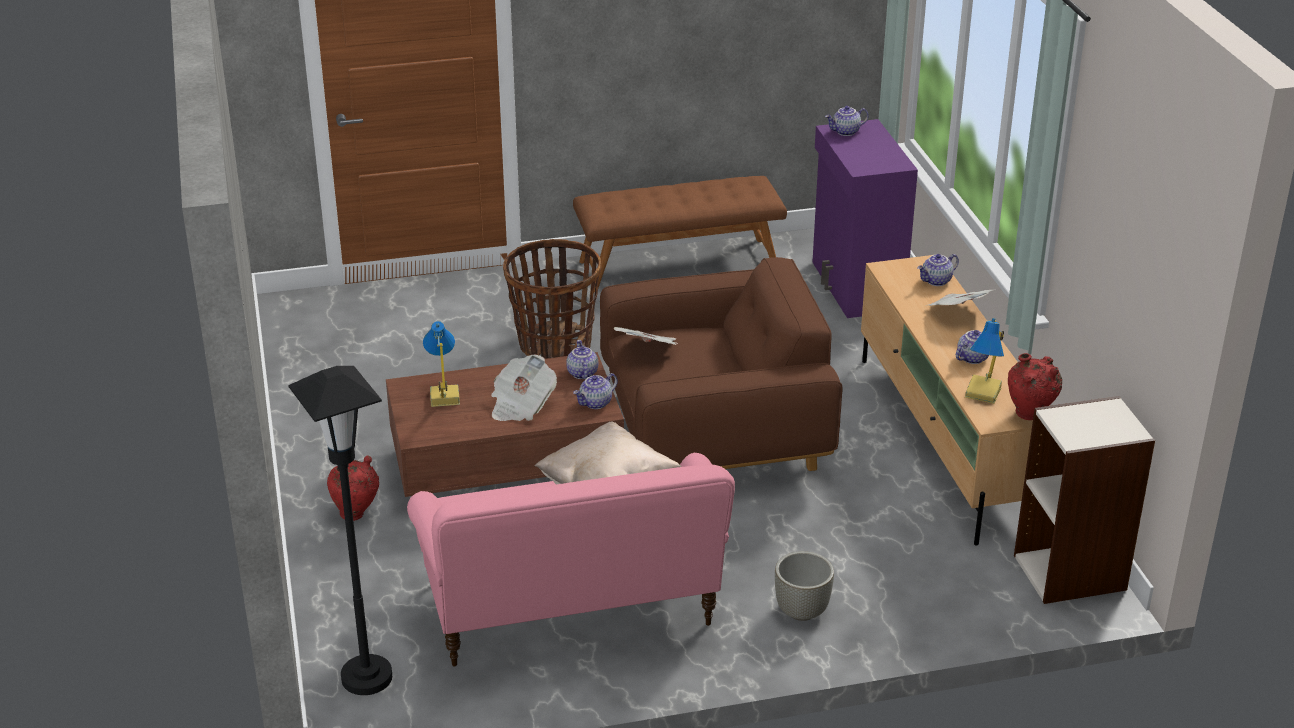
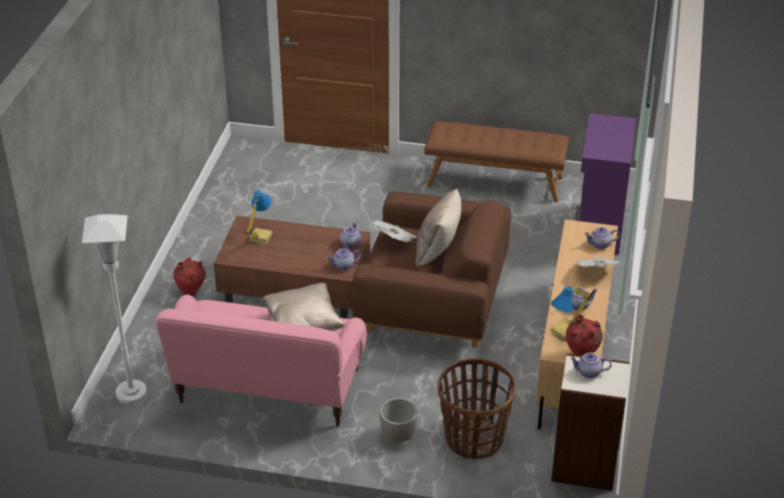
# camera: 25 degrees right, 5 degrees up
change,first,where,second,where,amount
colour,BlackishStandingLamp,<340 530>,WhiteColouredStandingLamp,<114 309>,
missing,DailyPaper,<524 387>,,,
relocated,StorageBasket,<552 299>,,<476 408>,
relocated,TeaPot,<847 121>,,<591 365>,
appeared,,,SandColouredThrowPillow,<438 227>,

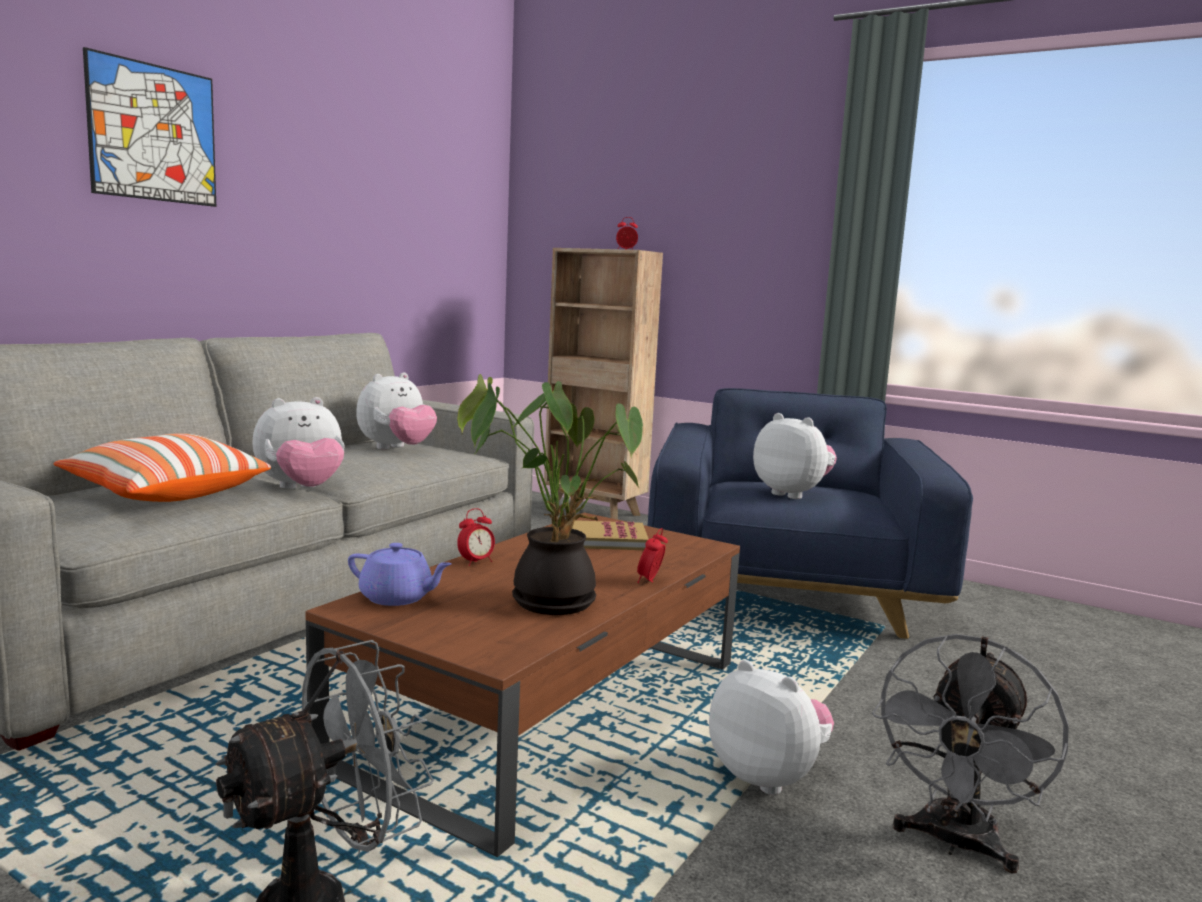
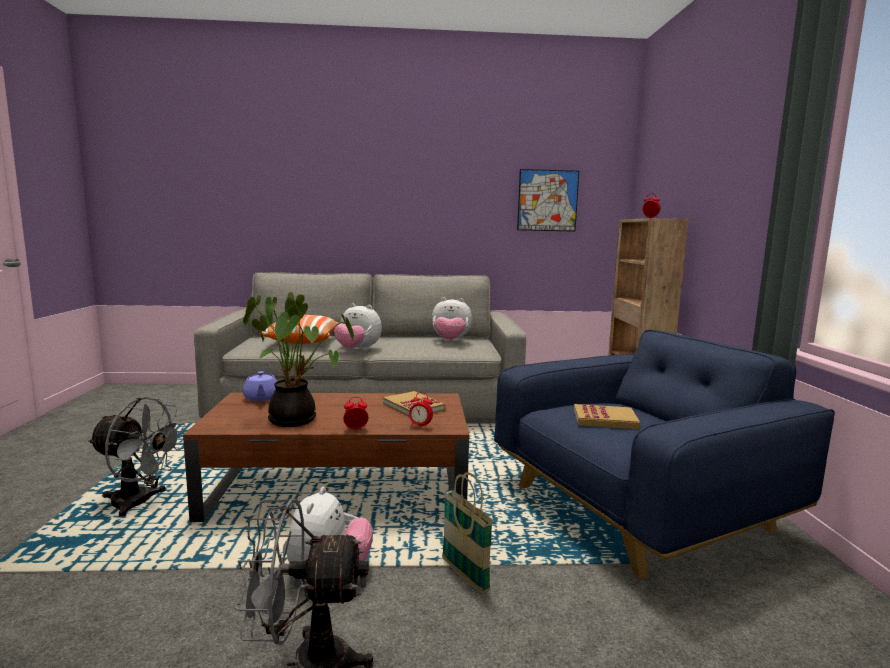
# camera: 55 degrees right, 0 degrees up
change,first,where,second,where,amount
relocated,WallArt,<149 127>,,<548 200>,
relocated,TableClock,<476 537>,,<421 410>,
exchanged,CuddlyToy,<795 456>,Book,<607 416>,
appeared,,,StorageBasket,<467 533>,

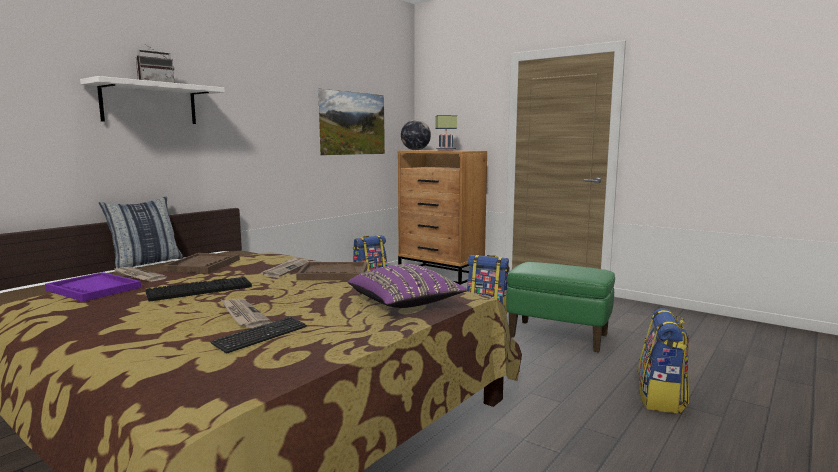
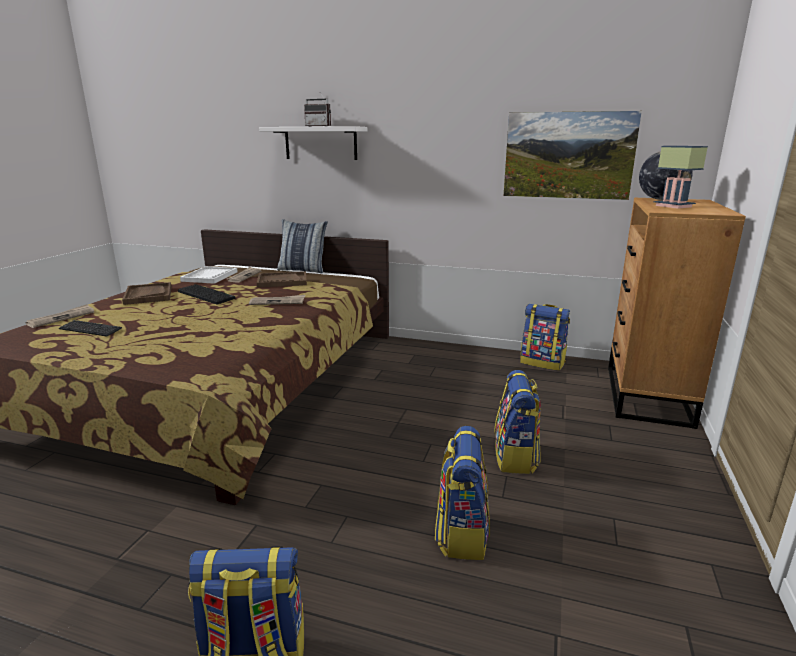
# camera: 70 degrees right, 10 degrees up
change,first,where,second,where,amount
colour,PurpleColouredServingTray,<93 287>,WhiteColouredServingTray,<209 275>,
relocated,DailyPaper,<246 313>,,<59 316>,
relocated,BrownishServingTray,<332 271>,,<147 293>,
missing,PurpleColouredThrowPillow,<408 286>,,,
exchanged,GreenColouredFootrest,<560 307>,Knapsack,<462 493>,

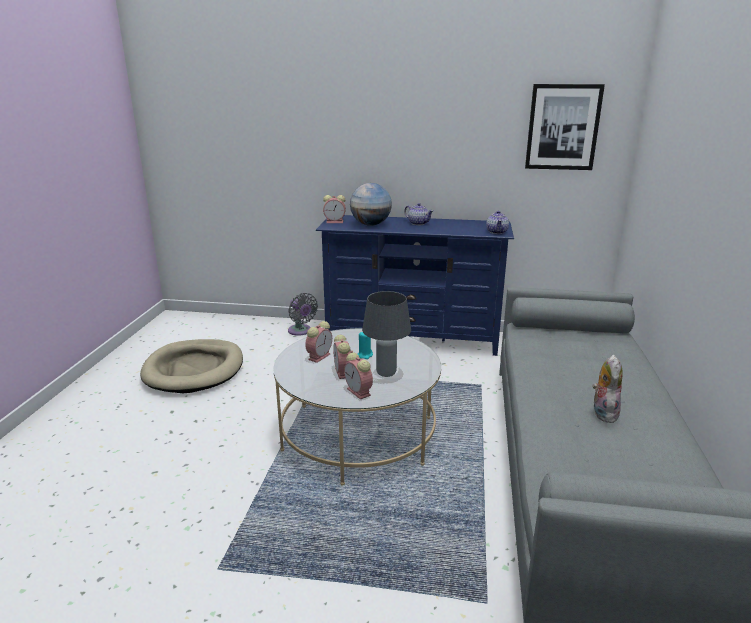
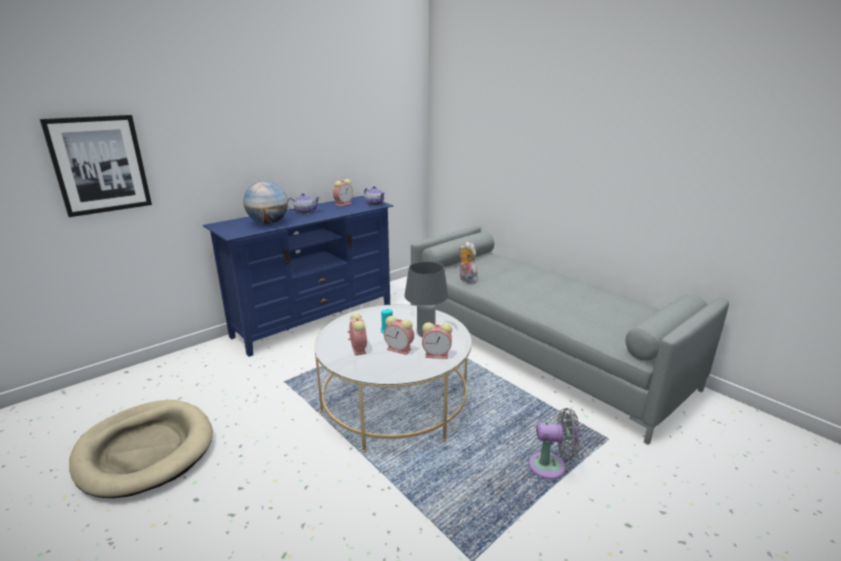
# camera: 50 degrees left, 0 degrees up
change,first,where,second,where,amount
relocated,GreyishFan,<303 314>,,<554 443>,
relocated,TableClock,<334 209>,,<343 193>,
relocated,WallArt,<565 127>,,<96 166>,
relocated,CuddlyToy,<607 389>,,<468 262>,

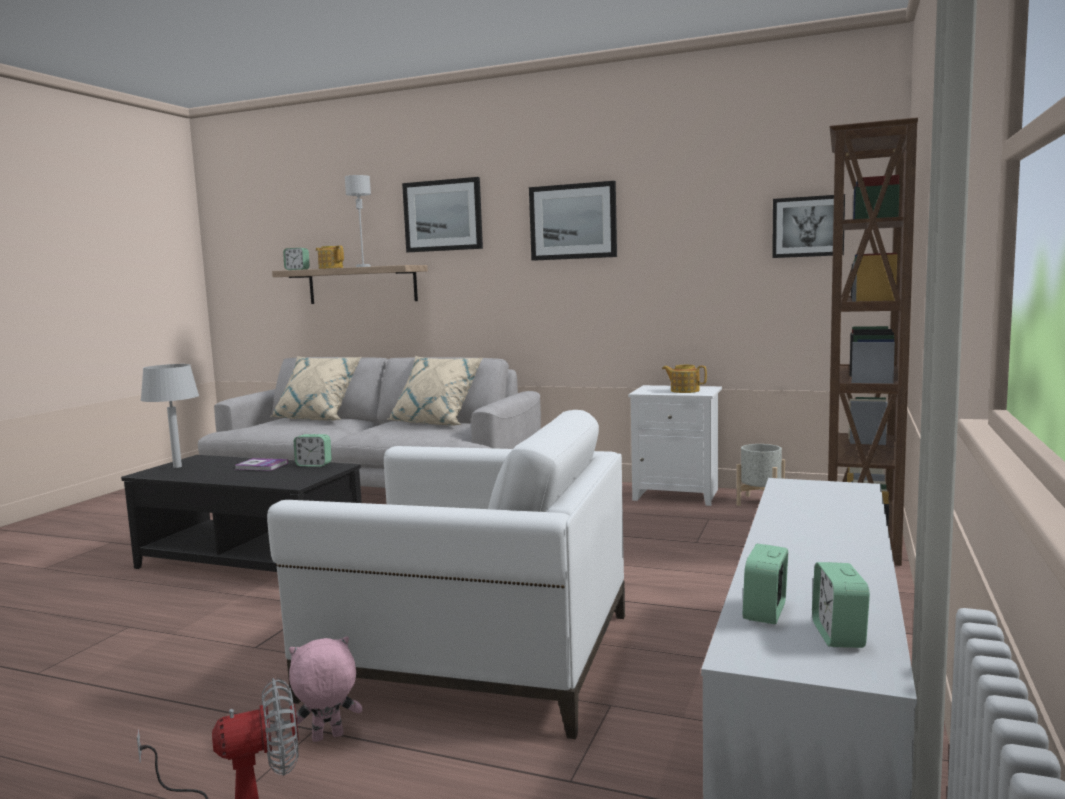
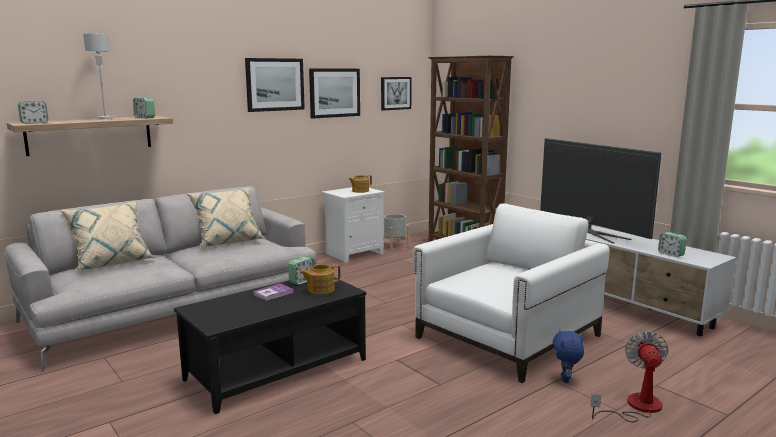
# camera: 60 degrees left, 5 degrees up
change,first,where,second,where,amount
missing,GreyishTabletopLamp,<169 416>,,,
colour,PinkCuddlyToy,<325 689>,BlueColouredCuddlyToy,<568 356>,
relocated,TeaPot,<330 257>,,<320 279>,
relocated,WallArt,<442 214>,,<334 94>,
relocated,TableClock,<841 605>,,<144 108>,
appeared,,,Television,<600 191>,

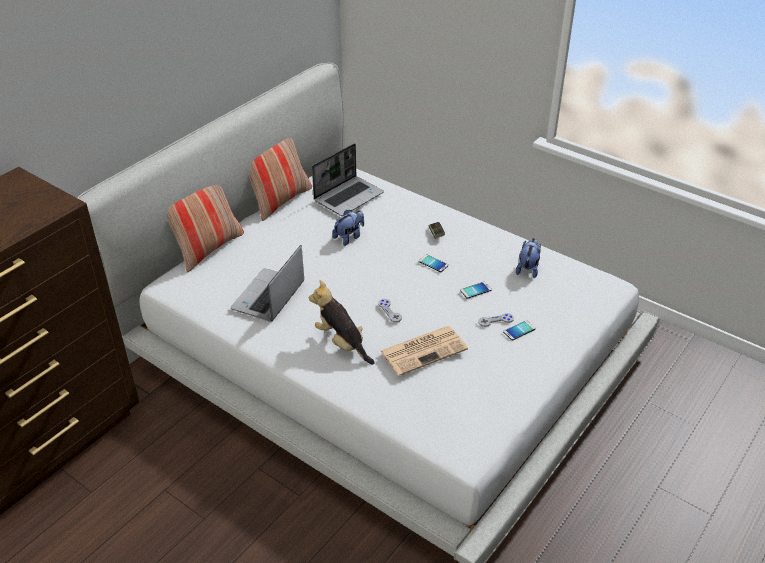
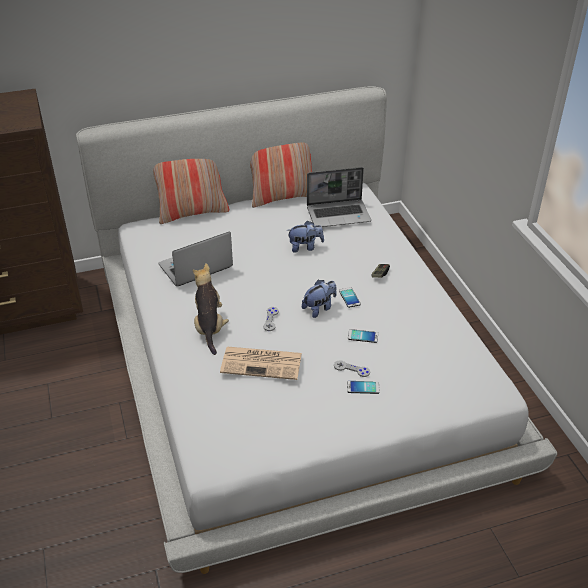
# camera: 35 degrees right, 0 degrees up
change,first,where,second,where,amount
relocated,CuddlyToy,<528 258>,,<319 299>,

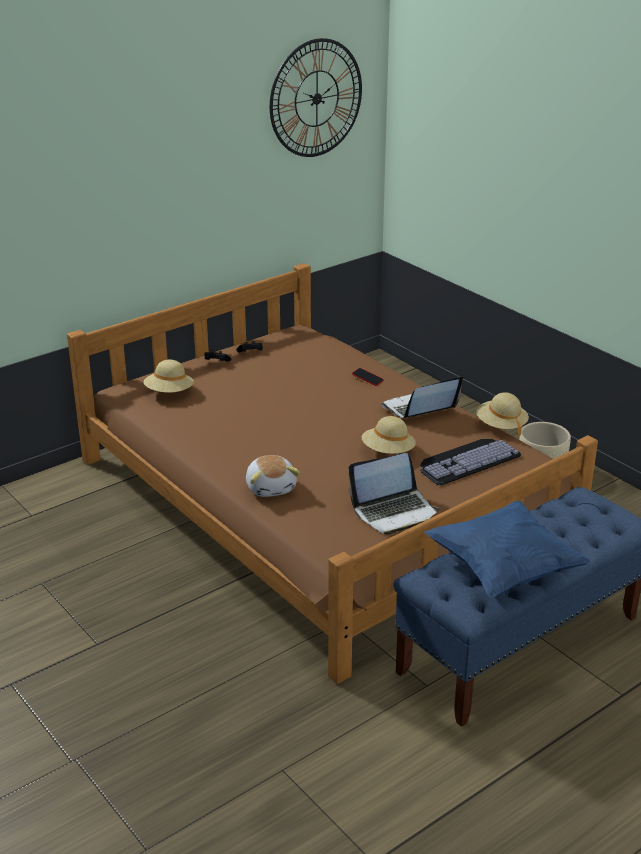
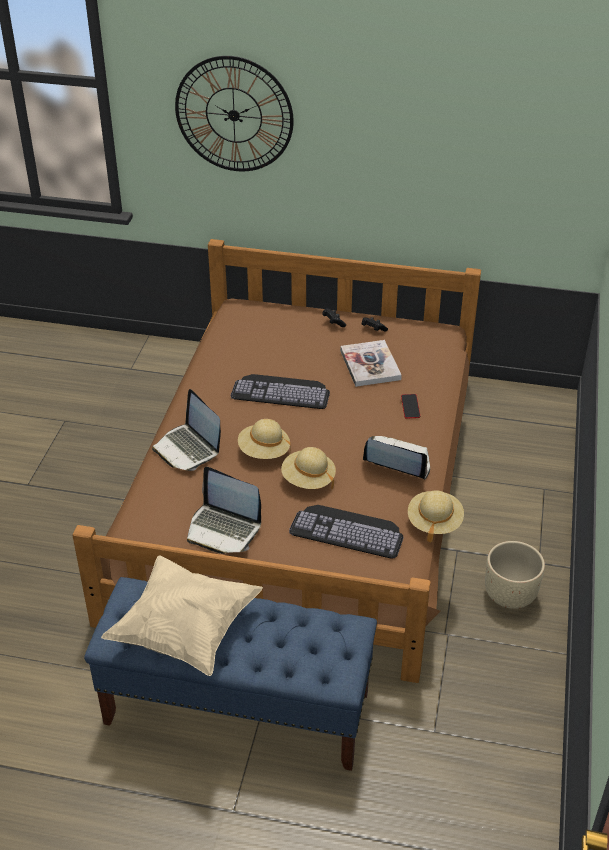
# camera: 50 degrees right, 10 degrees up
change,first,where,second,where,amount
relocated,SandColouredWearableHat,<168 376>,,<264 439>,
exchanged,CuddlyToy,<273 476>,PortableComputer,<186 430>,
relocated,WallClock,<316 97>,,<234 114>,
colour,BlueColouredThrowPillow,<508 549>,SandColouredThrowPillow,<182 615>,
appeared,,,Keyboard,<280 391>,
appeared,,,Book,<371 363>,

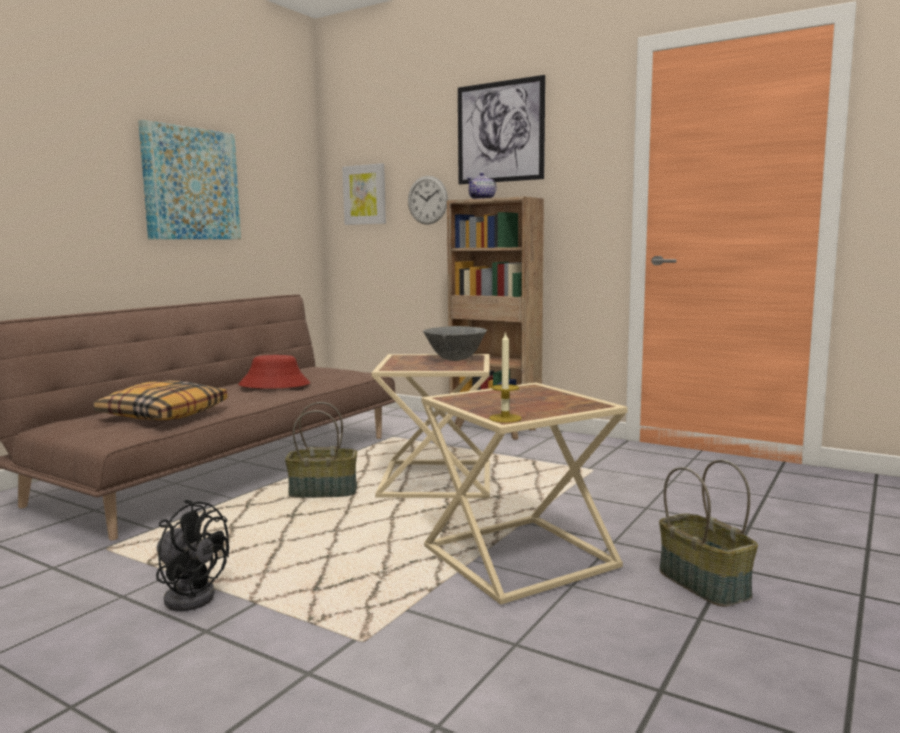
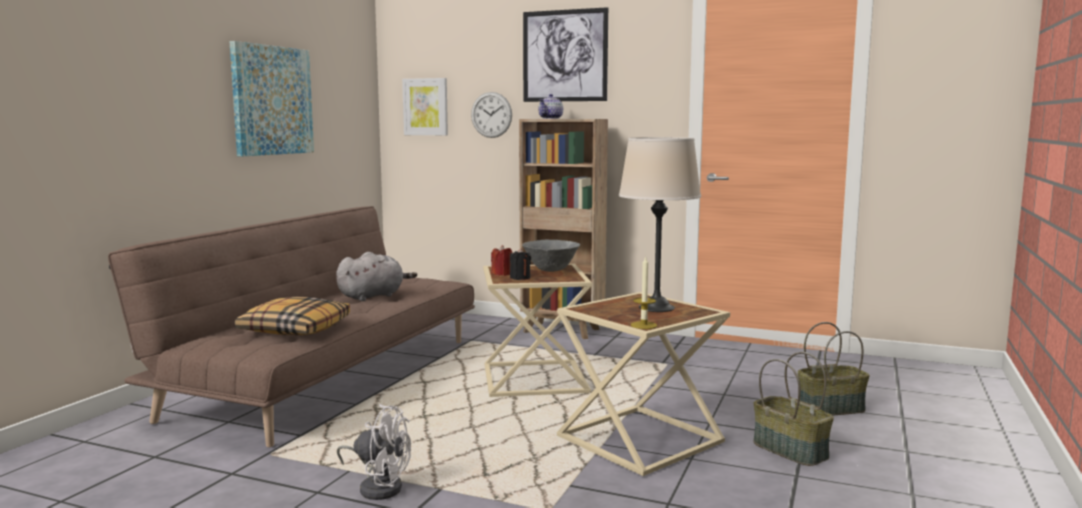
# camera: 10 degrees left, 0 degrees up
change,first,where,second,where,amount
colour,BlackishFan,<192 555>,WhiteColouredFan,<374 452>,
exchanged,RedWearableHat,<274 372>,GreyishCuddlyToy,<376 276>,
relocated,StorageBasket,<321 450>,,<834 369>,
appeared,,,RedWaxLight,<502 260>,
appeared,,,BlackishWaxLight,<520 264>,
appeared,,,SandColouredTabletopLamp,<660 224>,

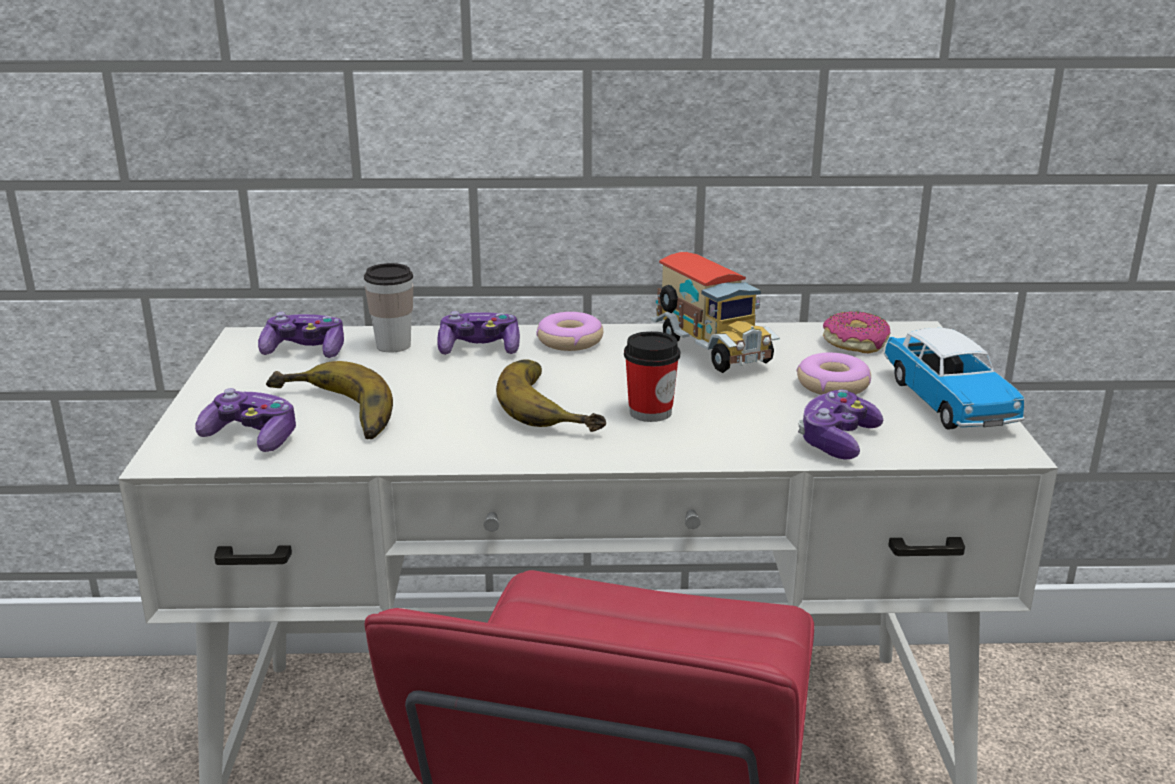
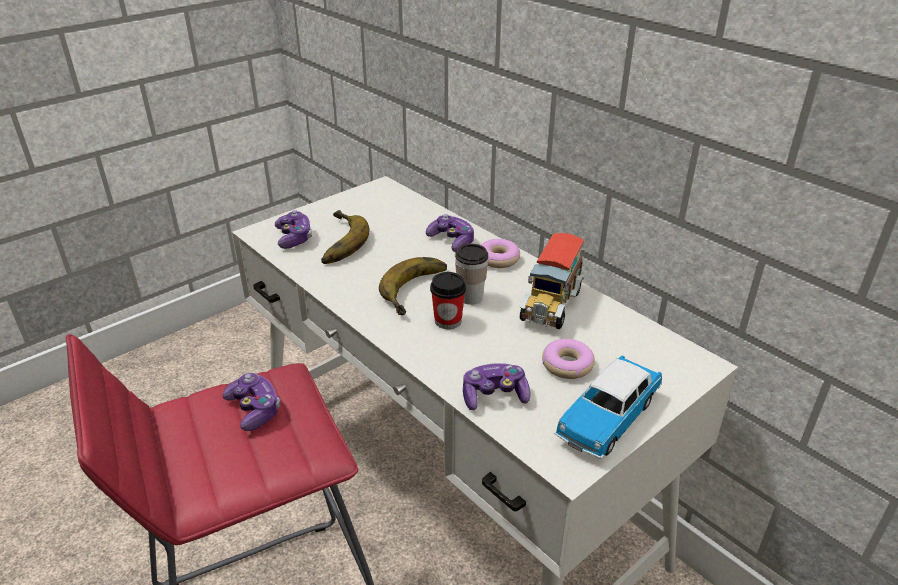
# camera: 50 degrees right, 10 degrees up
change,first,where,second,where,amount
relocated,Gamepad,<301 335>,,<251 402>,
relocated,Cup,<388 307>,,<471 274>,
missing,Doughnut,<857 332>,,,

